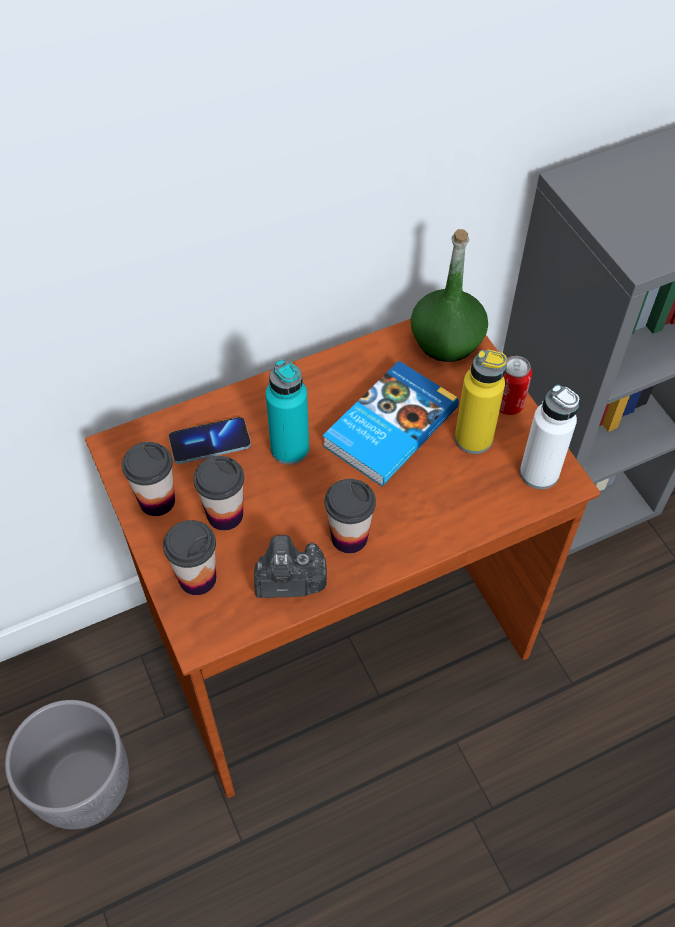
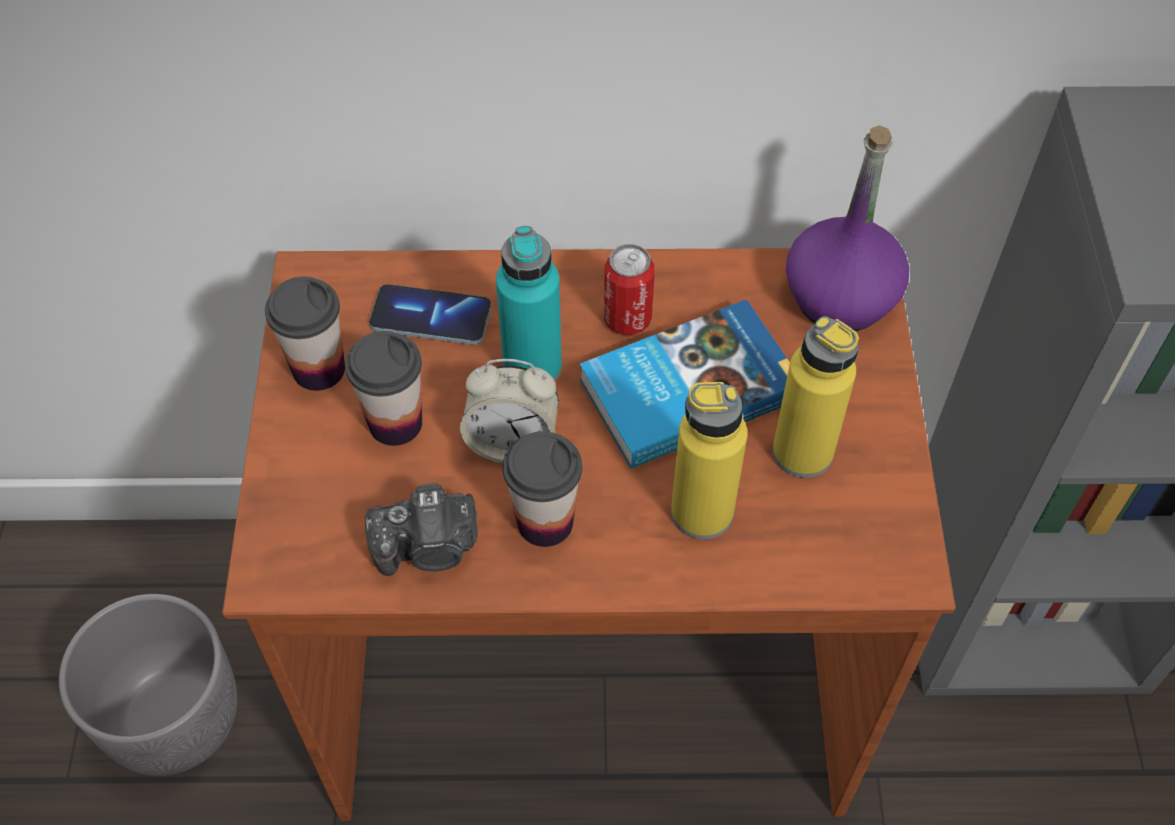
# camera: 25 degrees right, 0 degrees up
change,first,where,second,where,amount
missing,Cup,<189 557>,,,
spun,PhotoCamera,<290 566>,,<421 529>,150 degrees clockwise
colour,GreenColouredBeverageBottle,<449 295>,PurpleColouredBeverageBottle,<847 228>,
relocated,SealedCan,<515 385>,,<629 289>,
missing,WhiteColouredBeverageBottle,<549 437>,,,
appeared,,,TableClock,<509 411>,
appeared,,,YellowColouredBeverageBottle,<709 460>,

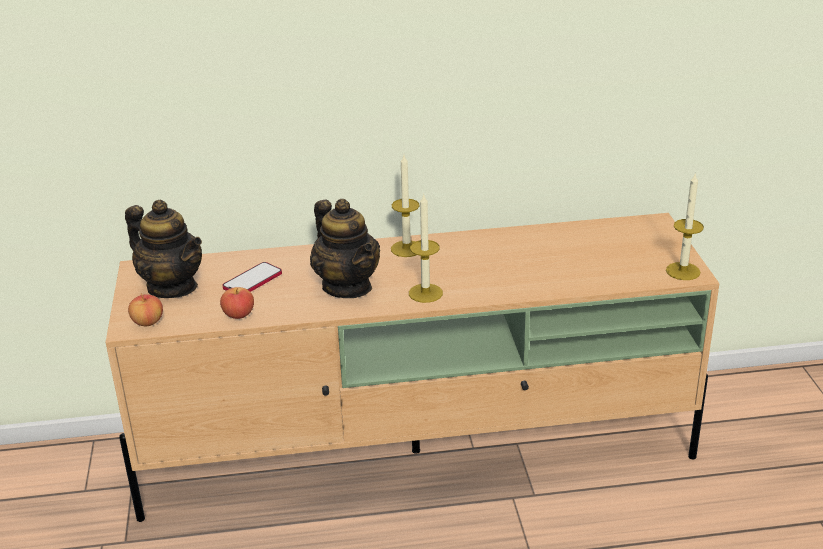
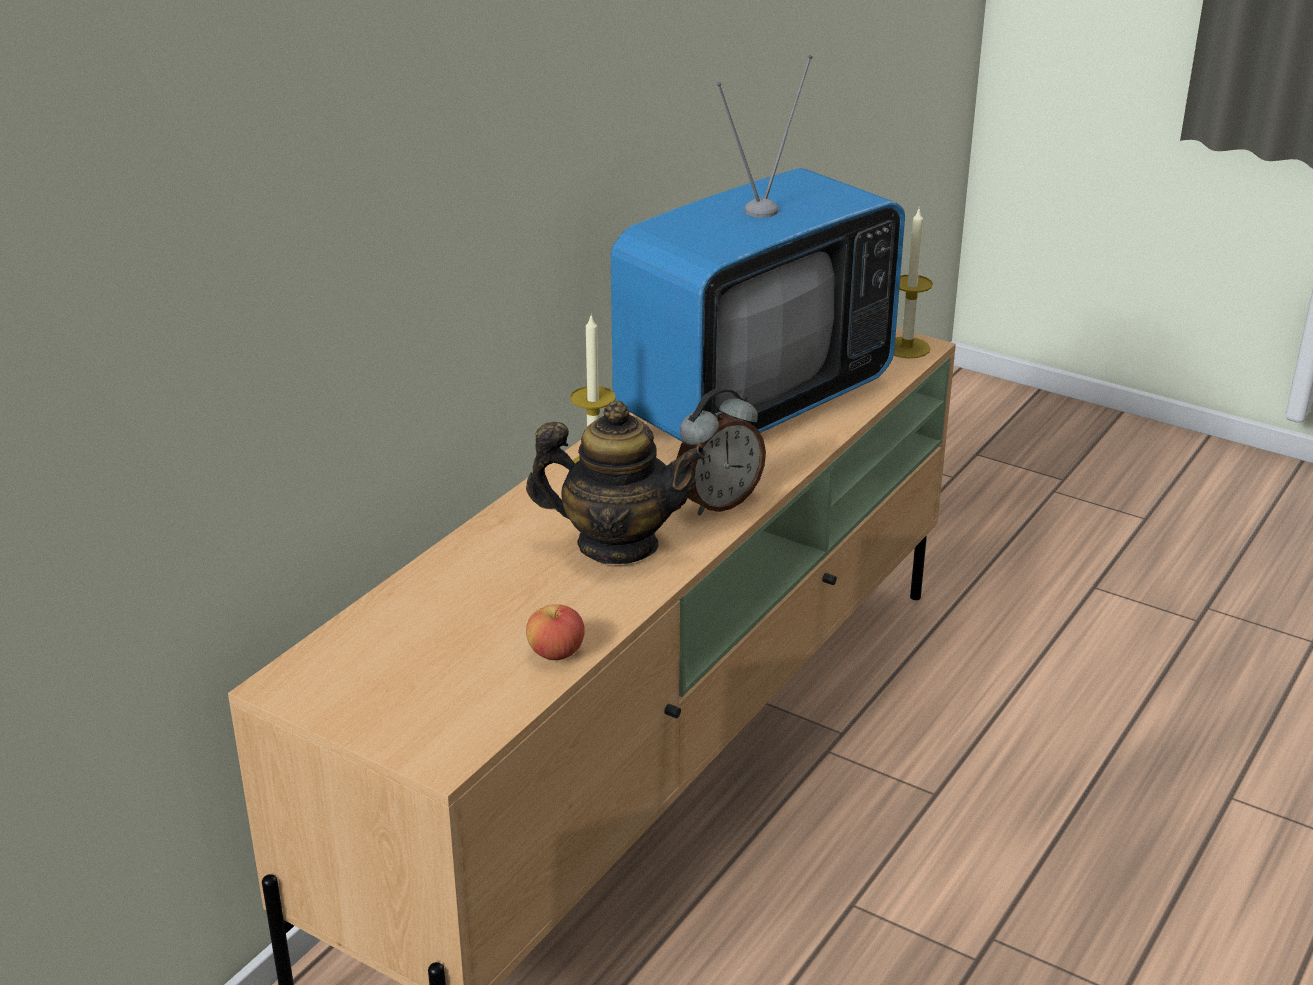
# camera: 50 degrees left, 0 degrees up
change,first,where,second,where,amount
missing,TeaPot,<163 249>,,,
missing,AppleFruit,<145 310>,,,
missing,Telephone,<252 277>,,,
exchanged,WaxLight,<426 248>,TableClock,<721 451>,
appeared,,,Television,<758 248>,

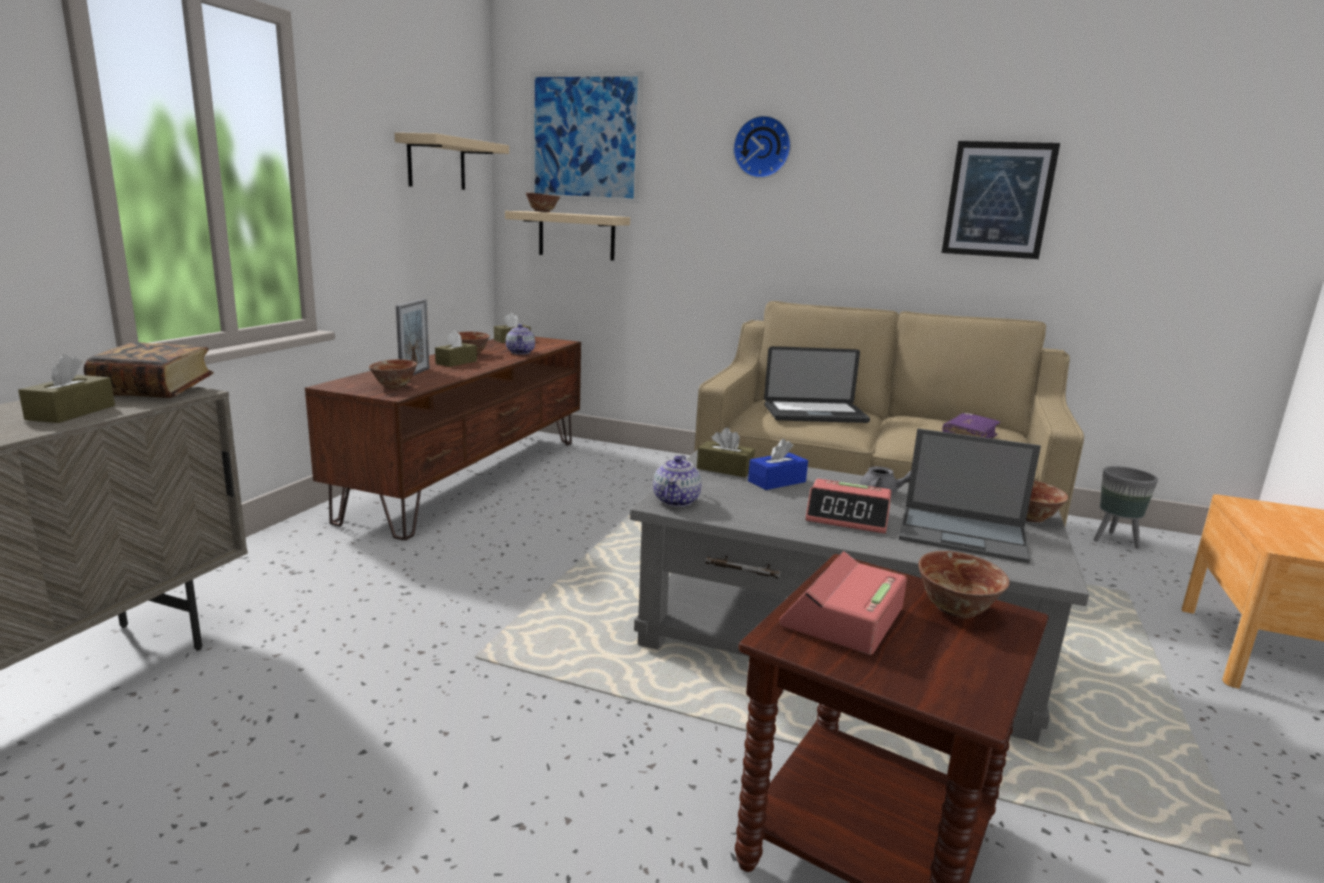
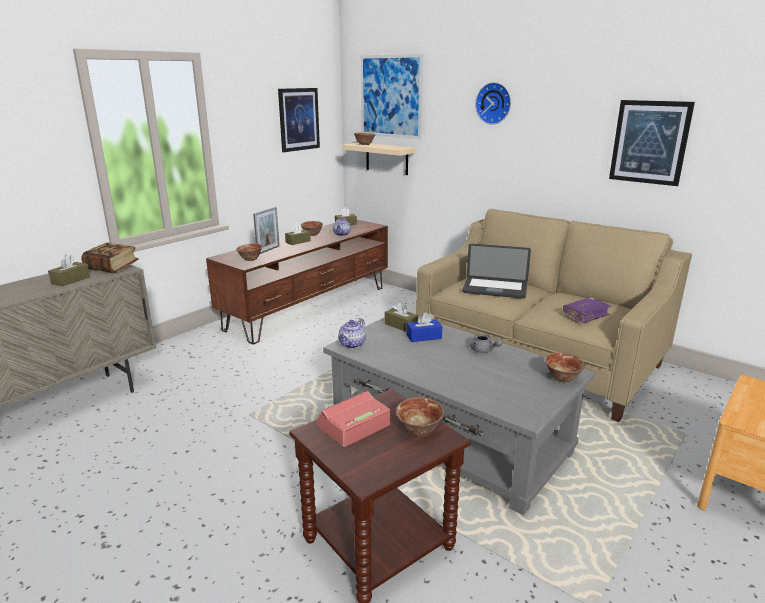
# camera: 20 degrees right, 5 degrees up
change,first,where,second,where,amount
exchanged,SandColouredBracketShelf,<451 161>,WallArt,<299 120>,
missing,TableClock,<848 506>,,,
missing,PortableComputer,<970 496>,,,
missing,GreyishFlowerPot,<1126 507>,,,

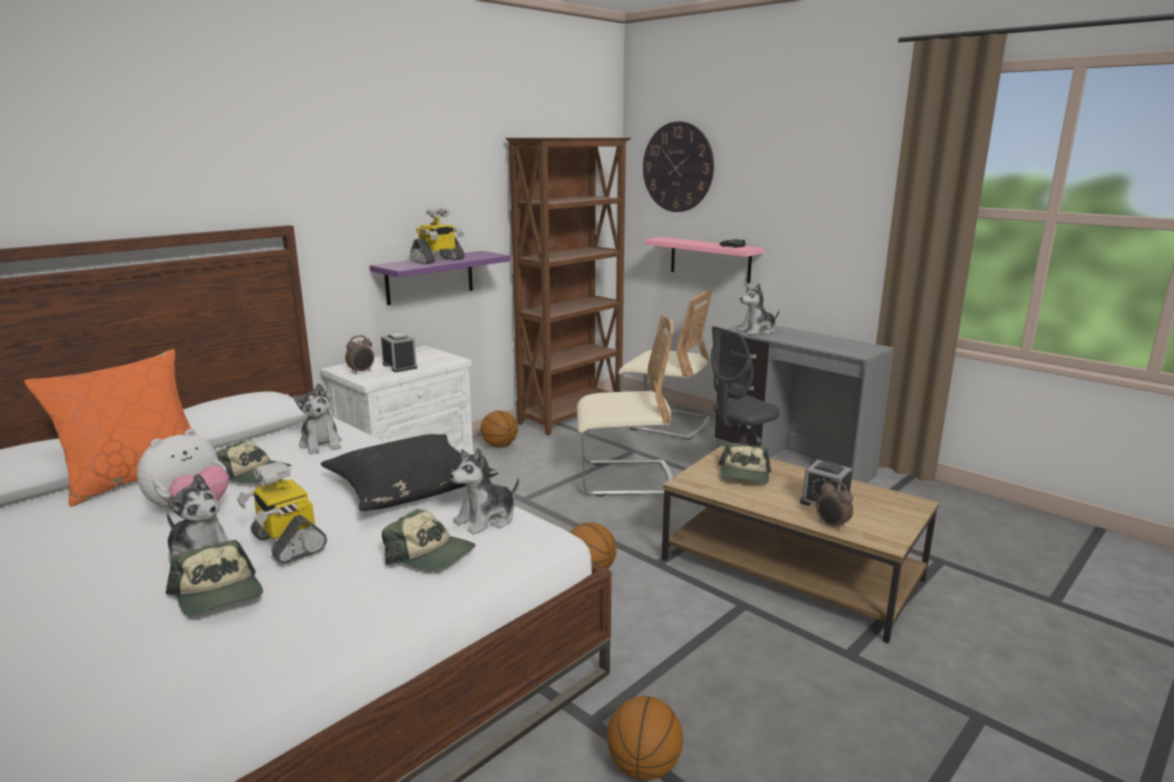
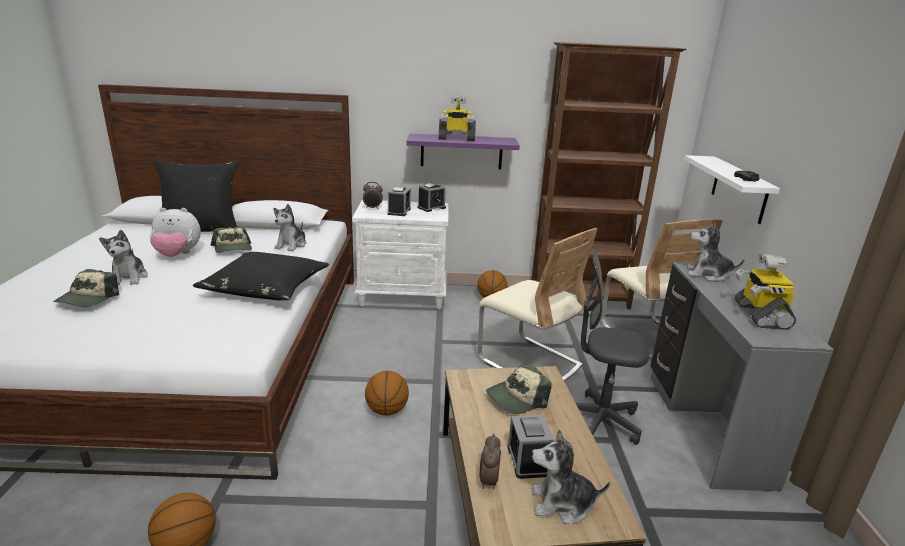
# camera: 45 degrees right, 5 degrees up
change,first,where,second,where,amount
colour,OrangeColouredThrowPillow,<107 428>,BlackishThrowPillow,<196 196>,
relocated,RobotFigure,<282 512>,,<765 292>,
missing,BaseballCap,<429 540>,,,
relocated,CuddlyToy,<484 491>,,<571 476>,
missing,WallClock,<678 166>,,,
colour,PinkBracketShelf,<705 260>,WhiteColouredBracketShelf,<732 189>,
appeared,,,TableClock,<431 197>,

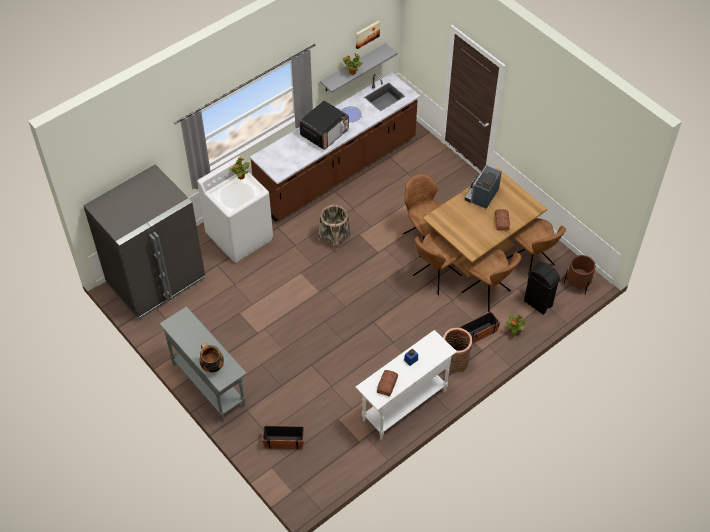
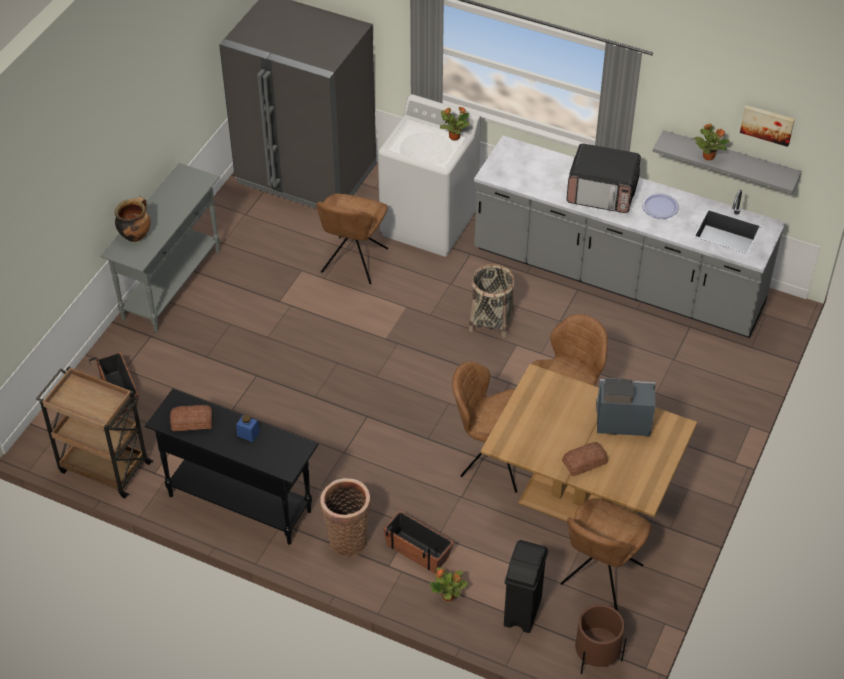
# camera: 65 degrees right, 5 degrees down
change,first,where,second,where,amount
colour,BrownishKitchenCounter,<335 147>,GreyishKitchenCounter,<630 237>,
colour,WhiteColouredNarrowTable,<406 385>,BlackishNarrowTable,<232 467>,
relocated,BrownishChair,<491 280>,,<352 238>,
appeared,,,BrownishCart,<94 432>,

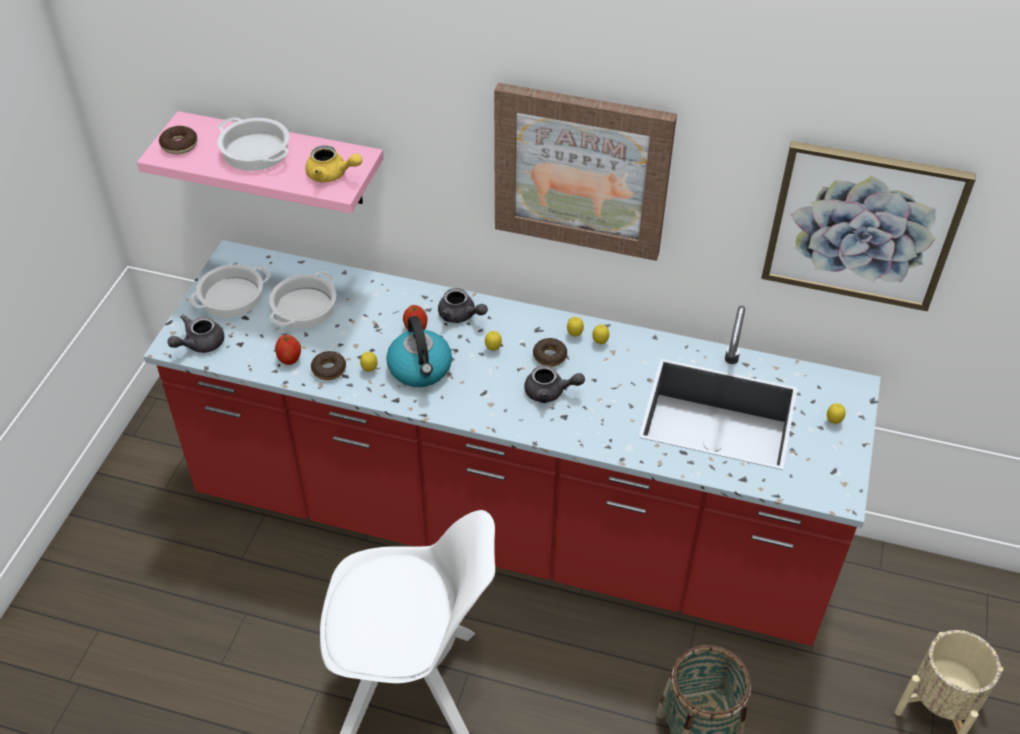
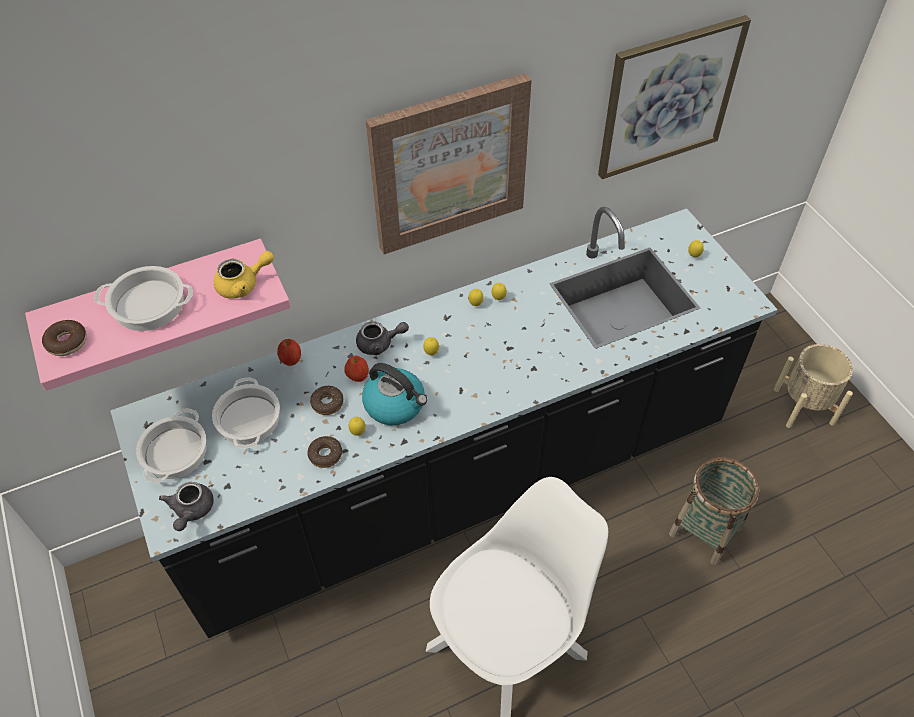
# camera: 40 degrees left, 5 degrees up
change,first,where,second,where,amount
colour,RedKitchenCounter,<512 443>,BlackishKitchenCounter,<444 422>,
relocated,AppleFruit,<288 350>,,<289 352>,
missing,GreyishTeaPot,<554 384>,,,
relocated,Doughnut,<550 352>,,<327 400>,

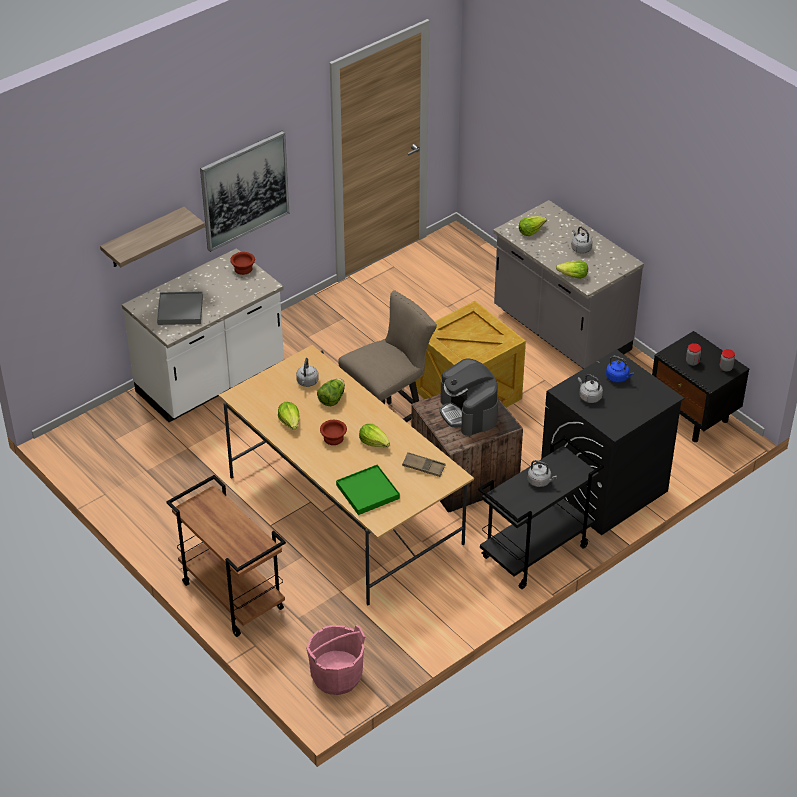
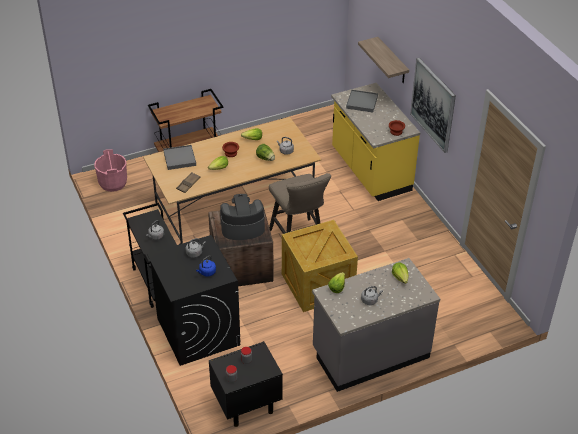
# camera: 105 degrees right, 0 degrees up
change,first,where,second,where,amount
colour,WhiteColouredKitchenCounter,<203 335>,YellowColouredKitchenCounter,<375 142>,
colour,GreenColouredServingTray,<368 489>,GreyishServingTray,<179 157>,

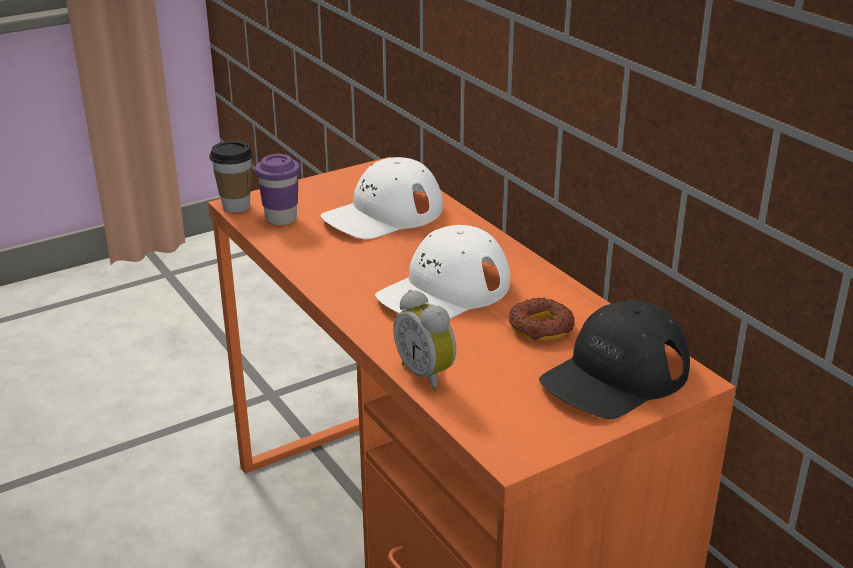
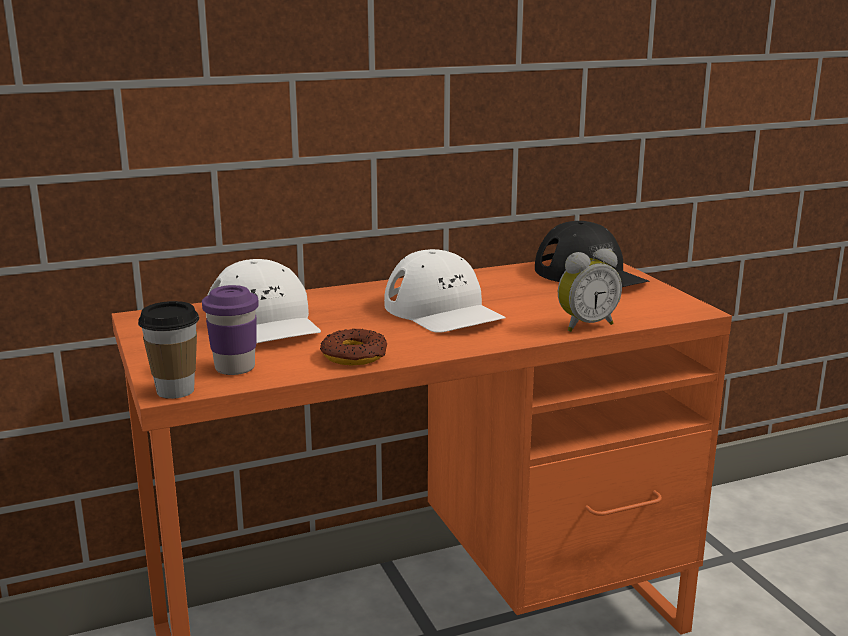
# camera: 80 degrees left, 10 degrees down
change,first,where,second,where,amount
relocated,Doughnut,<542 319>,,<353 347>,

